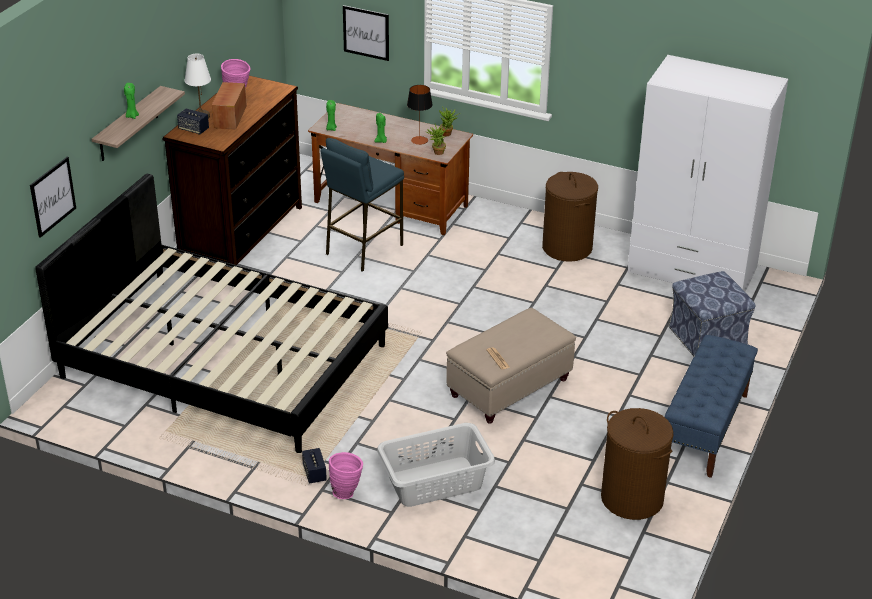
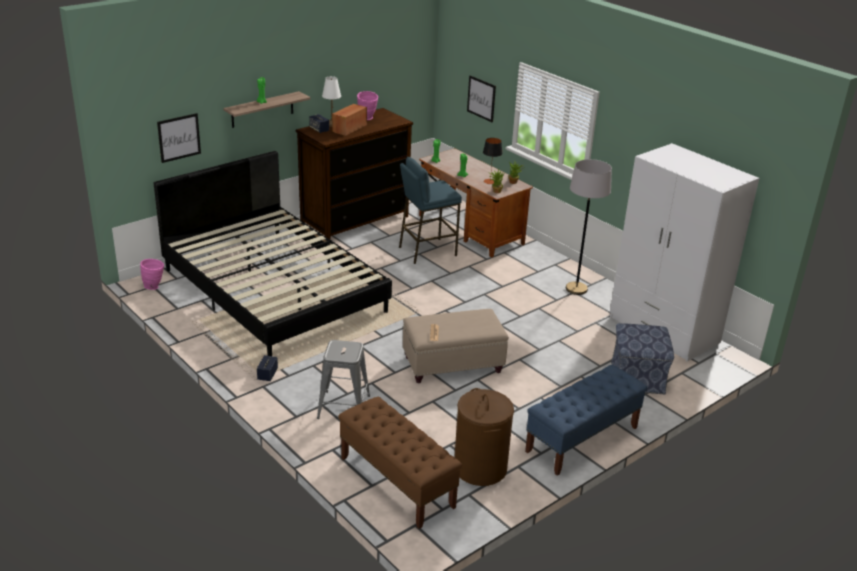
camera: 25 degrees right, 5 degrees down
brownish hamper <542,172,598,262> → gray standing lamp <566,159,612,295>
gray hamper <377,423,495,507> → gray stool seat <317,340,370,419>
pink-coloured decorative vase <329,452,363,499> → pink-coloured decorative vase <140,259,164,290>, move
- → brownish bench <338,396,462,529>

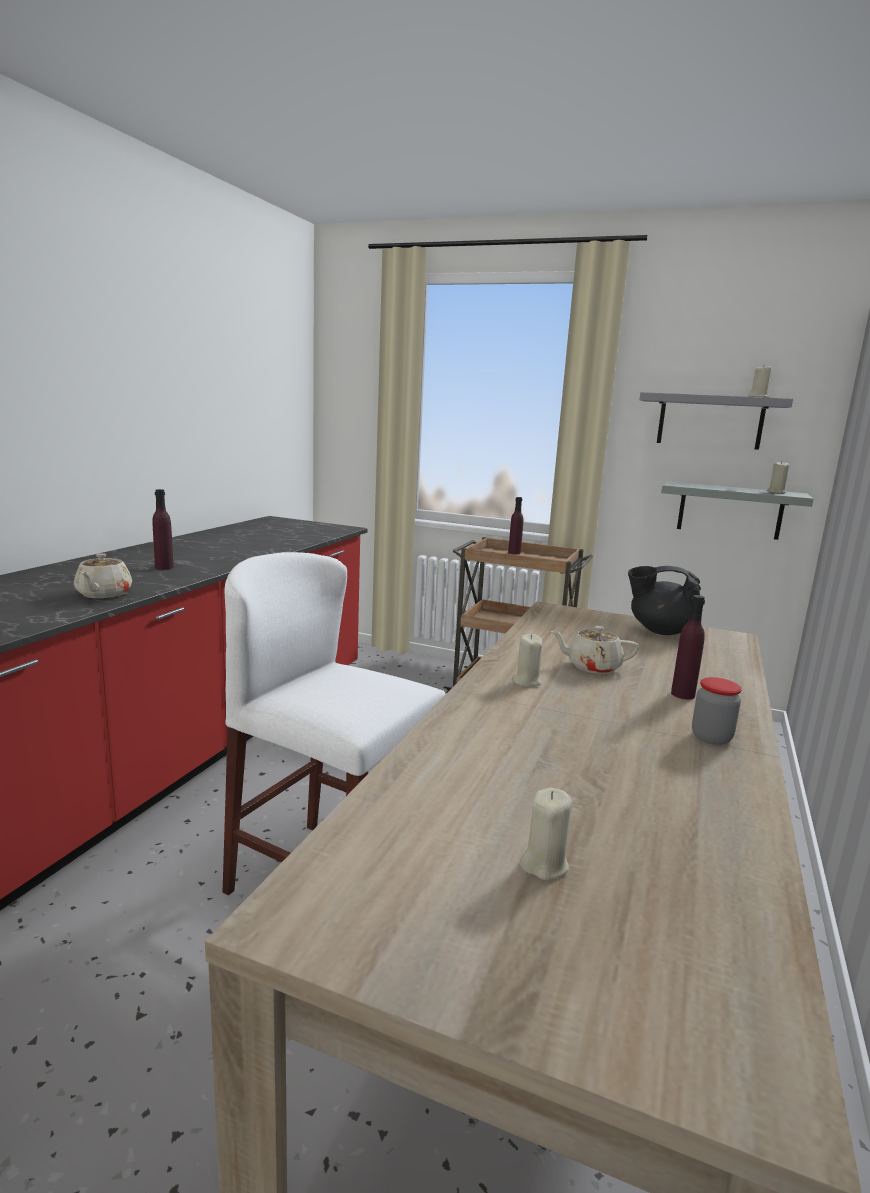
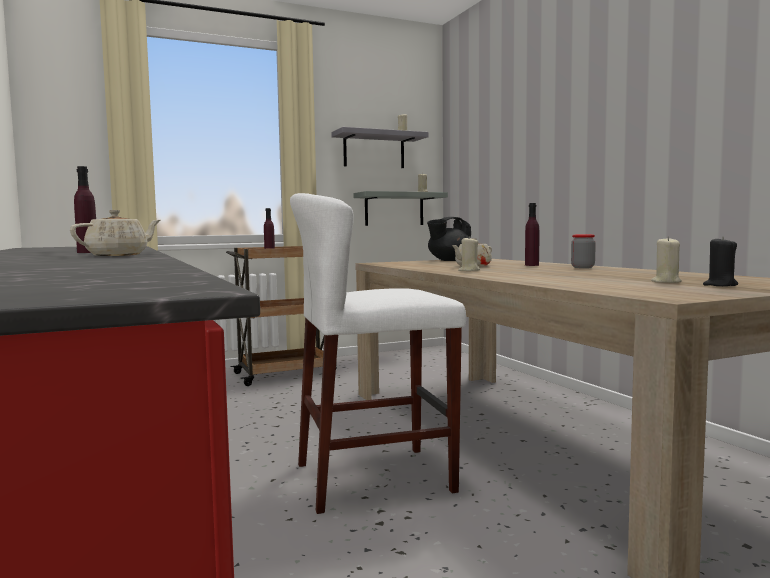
camera: 45 degrees left, 10 degrees down
beige pot for tea <74,553,132,598> → beige pot for tea <70,210,160,256>, 90 degrees counterclockwise
- → black wax candle <703,236,738,286>

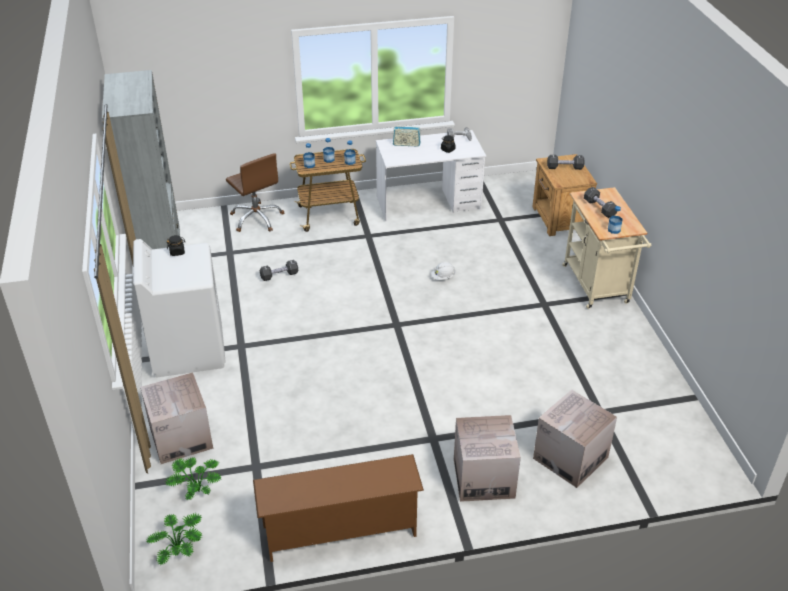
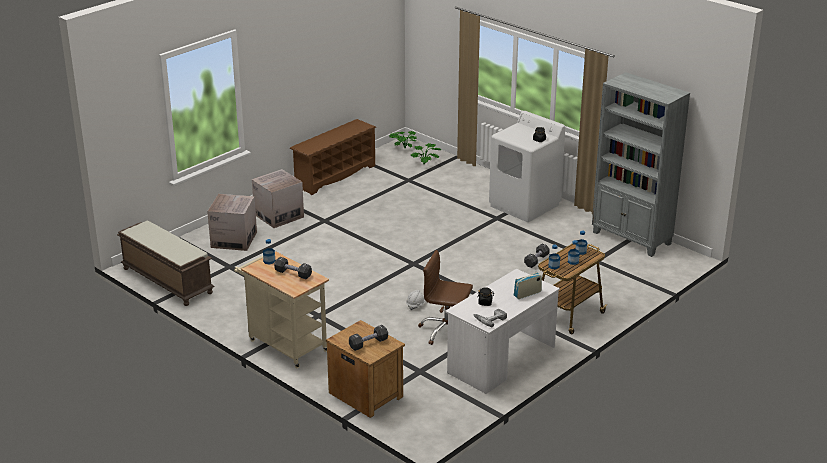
camera: 145 degrees right, 10 degrees down
brownish desk chair <226,153,285,232> → brownish desk chair <418,250,473,345>, move
packing box <140,372,213,464> → -
- → brownish bench <117,221,215,306>

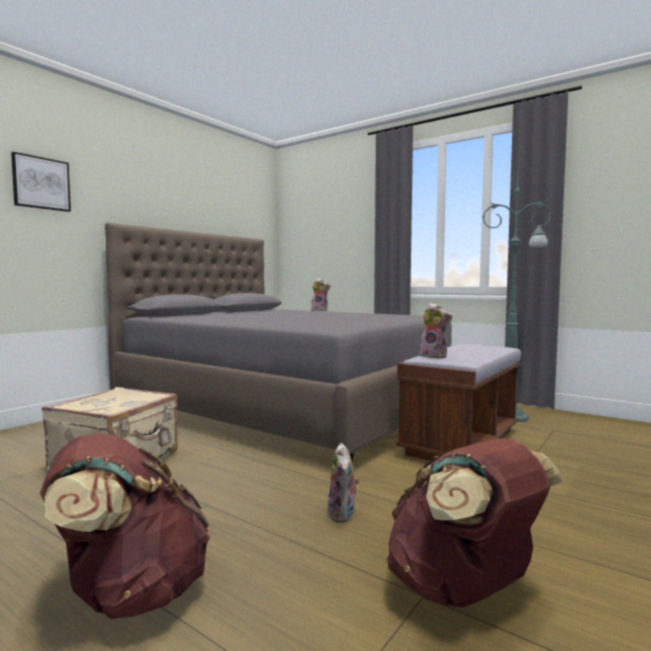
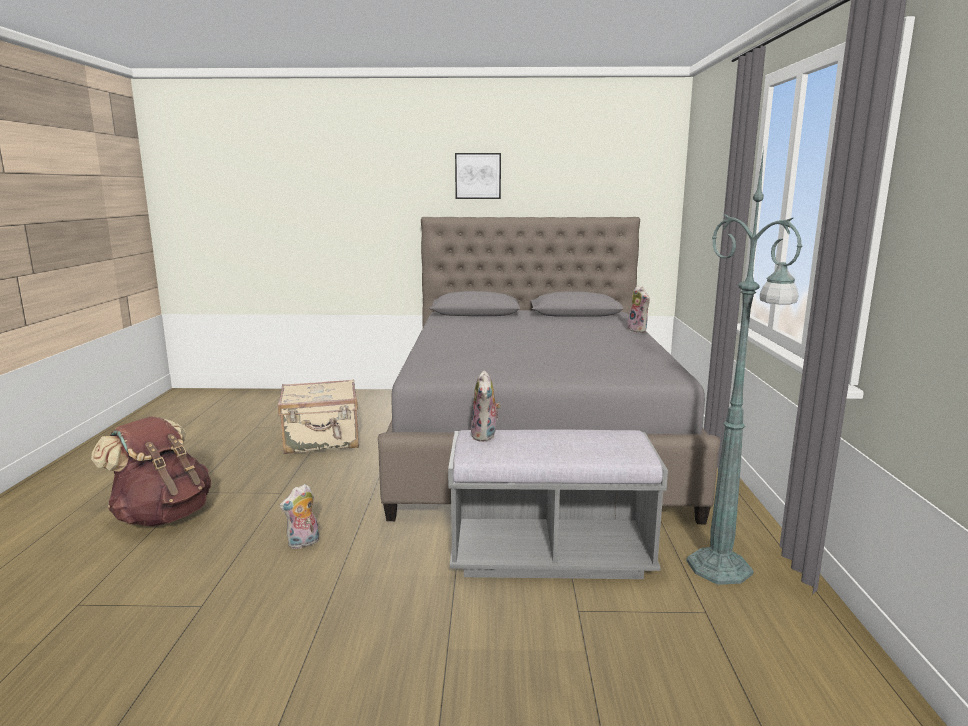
camera: 55 degrees right, 10 degrees up
picture <11,152,71,212> → picture <455,153,501,199>, move
brownish bench <396,344,521,461> → gray bench <448,430,668,579>
brownish backpack <387,439,564,607> → -

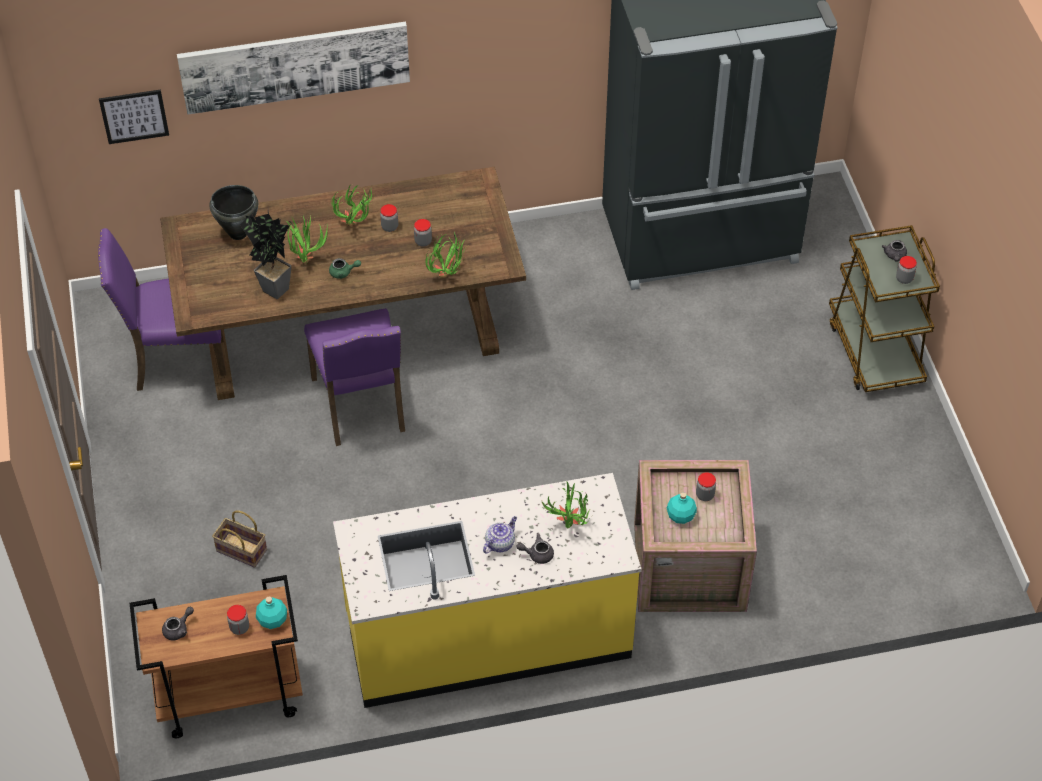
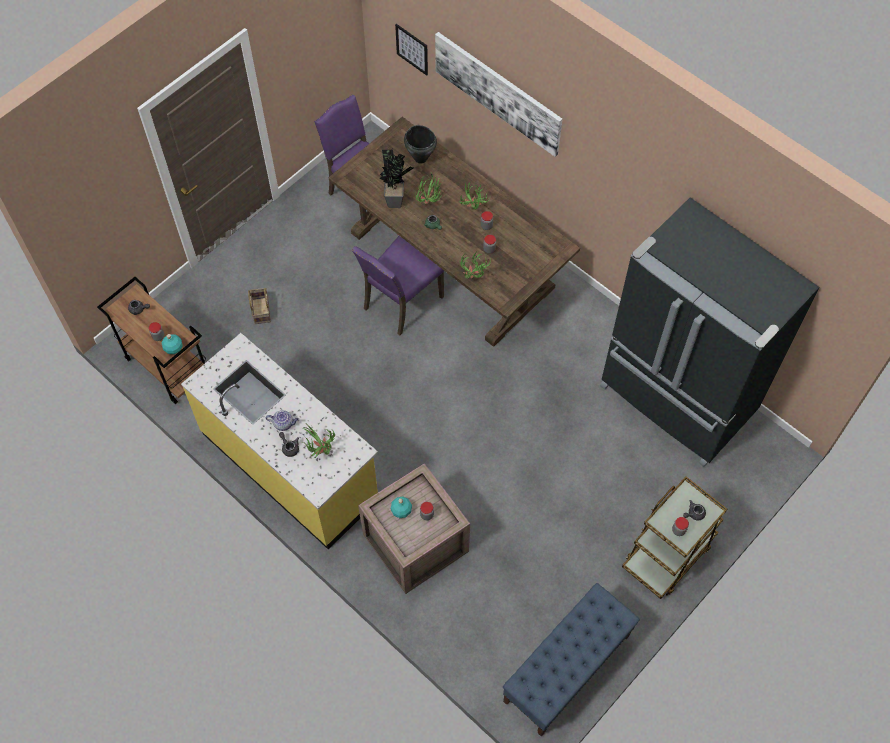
camera: 55 degrees right, 10 degrees up
- → blue bench <503,583,640,737>

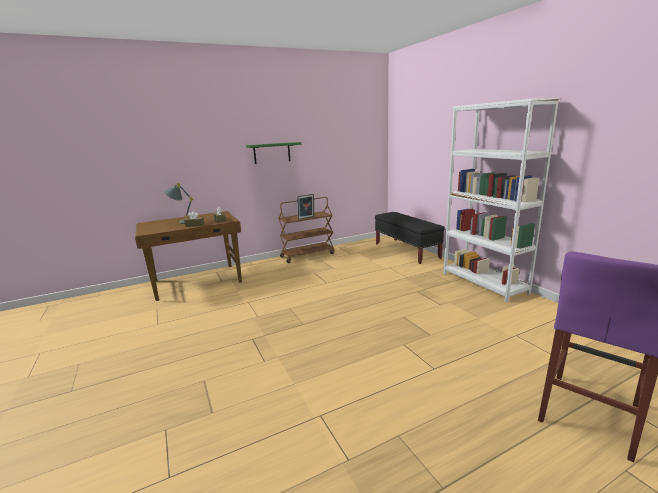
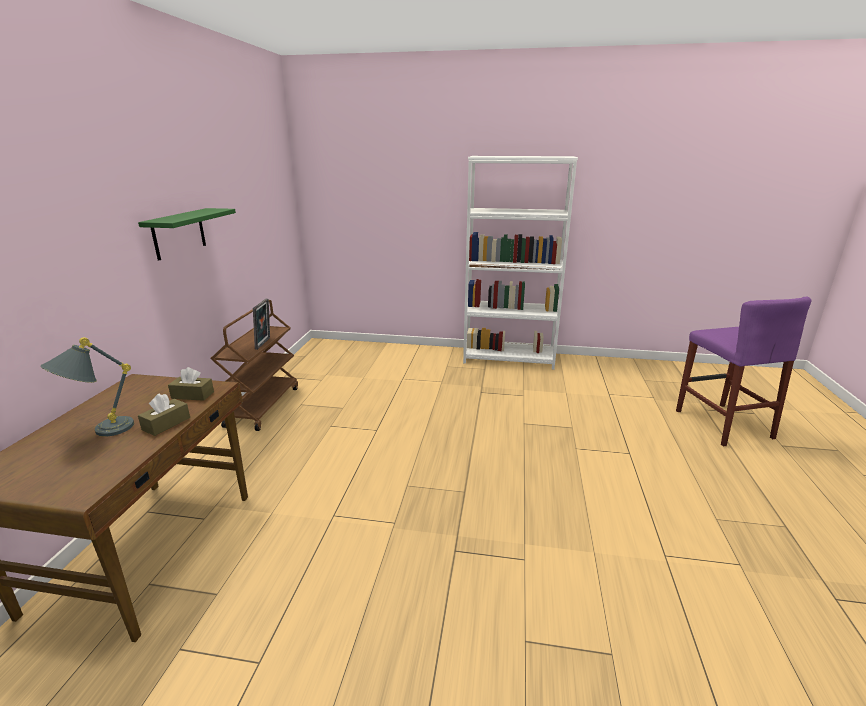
camera: 55 degrees left, 5 degrees up
black bench <375,212,445,264> → -

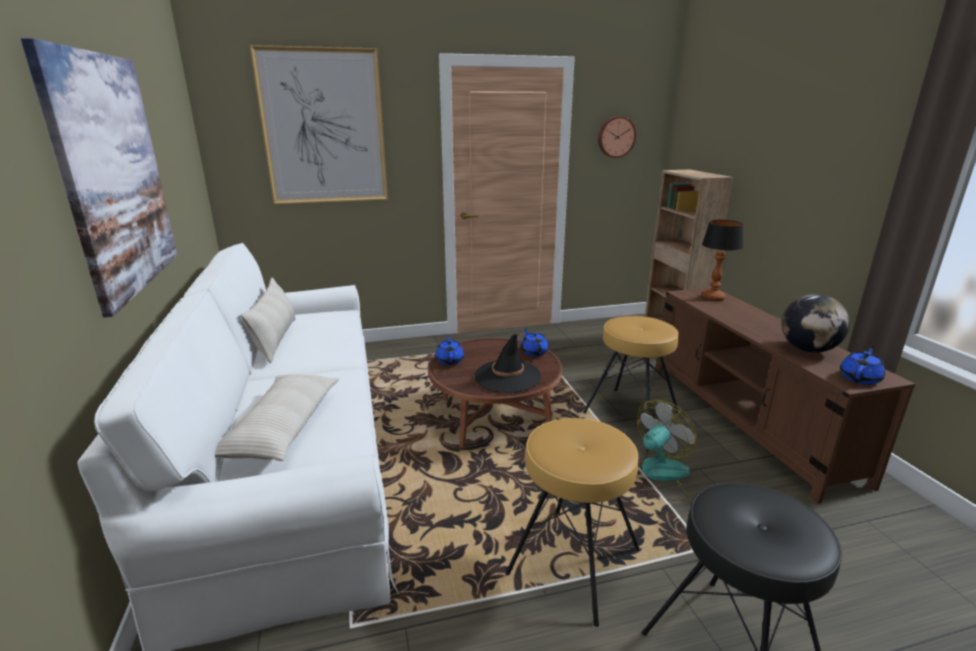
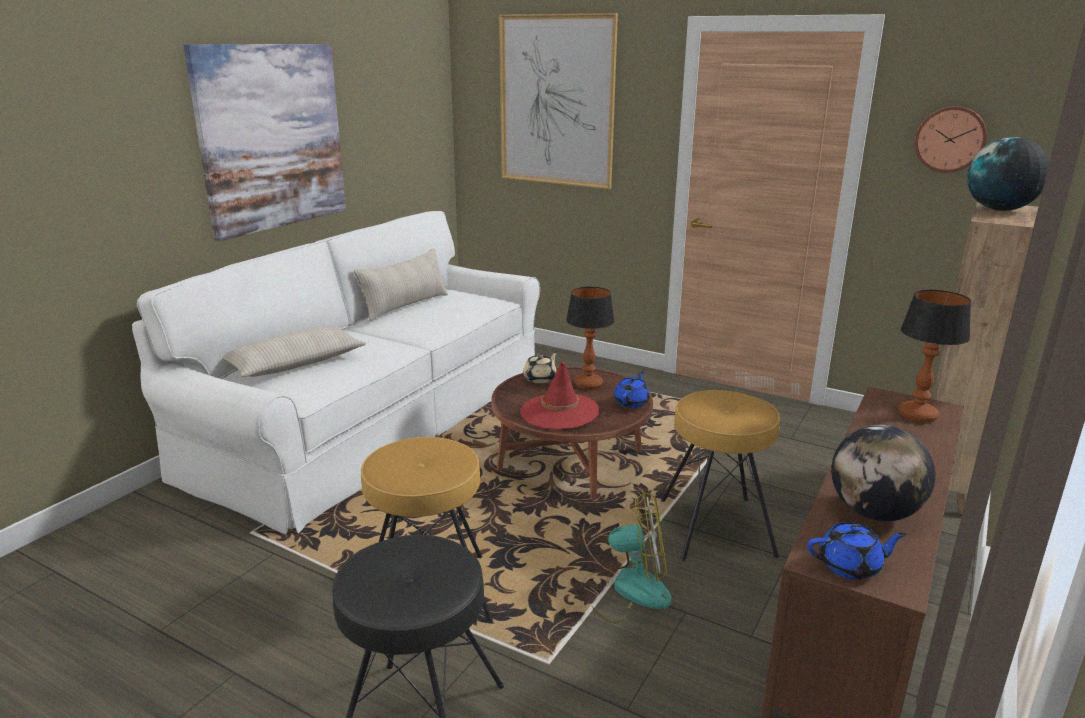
camera: 45 degrees right, 0 degrees up
black hat <475,334,541,393> → red hat <520,362,599,429>
blue pot for tea <435,335,464,365> → beige pot for tea <523,352,557,383>
- → desk globe <967,137,1049,211>
- → lamp for a table <566,287,614,389>

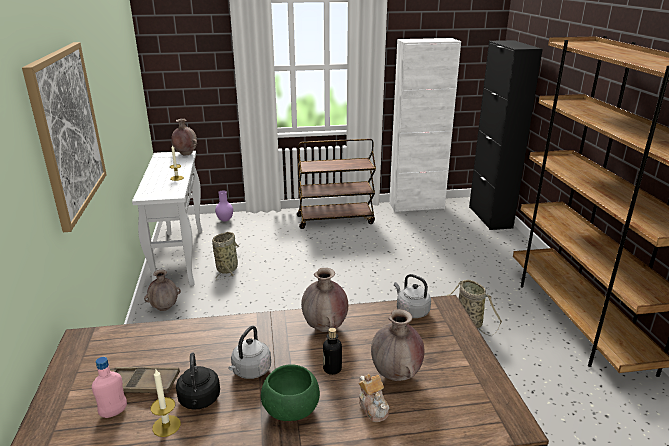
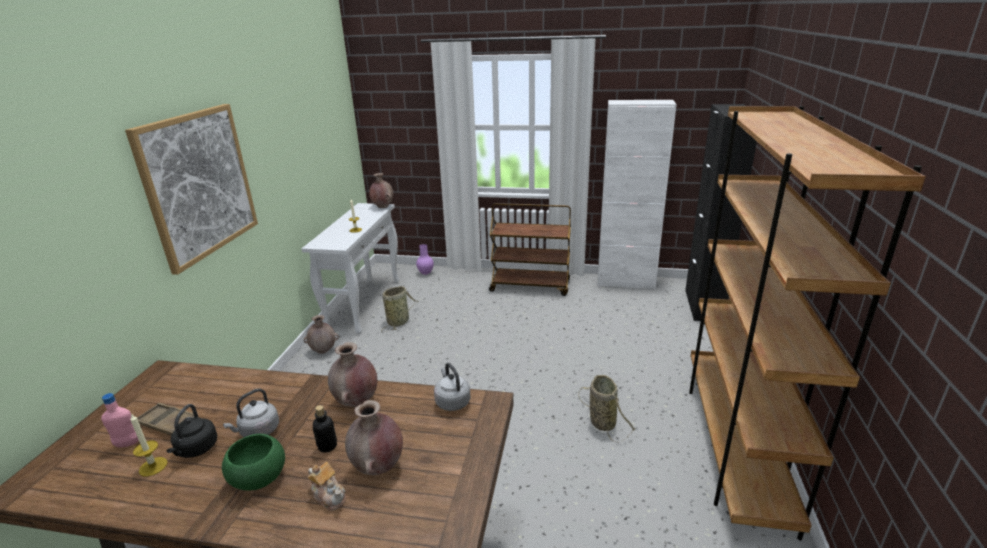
camera: 20 degrees right, 0 degrees up
pot for tea <358,374,389,422> → pot for tea <307,462,346,511>, 45 degrees counterclockwise

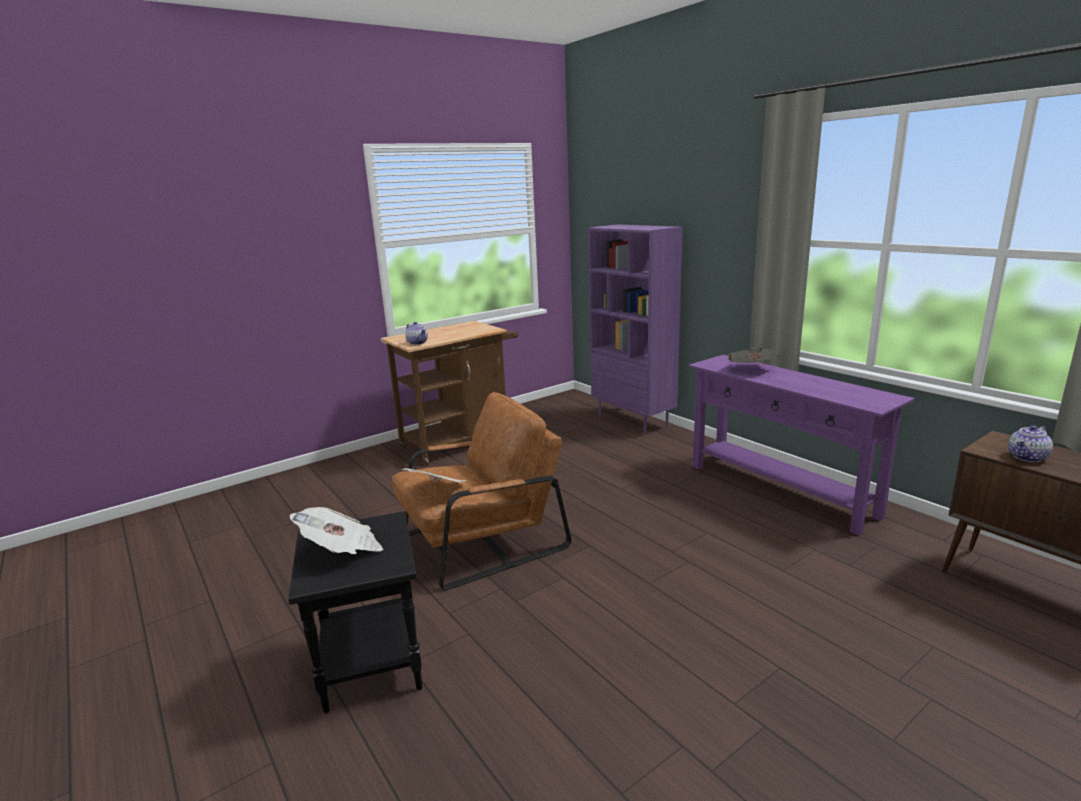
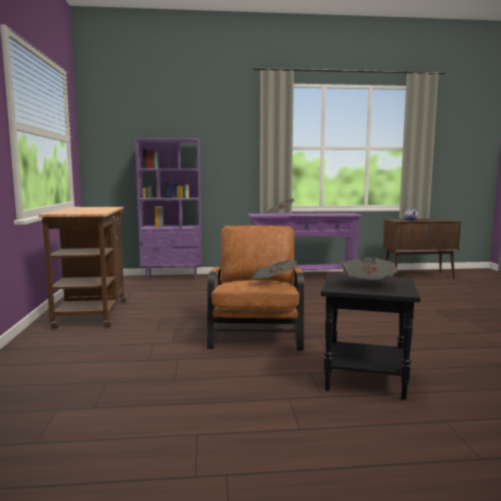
camera: 60 degrees left, 10 degrees down
pot for tea <405,322,428,345> → -

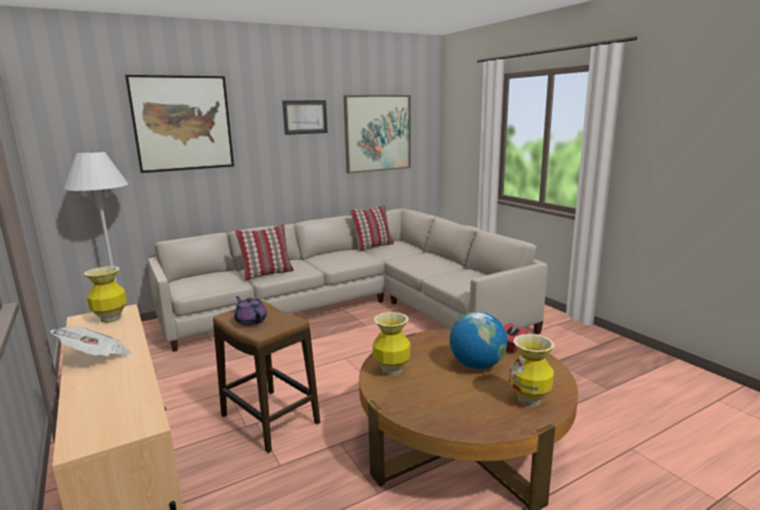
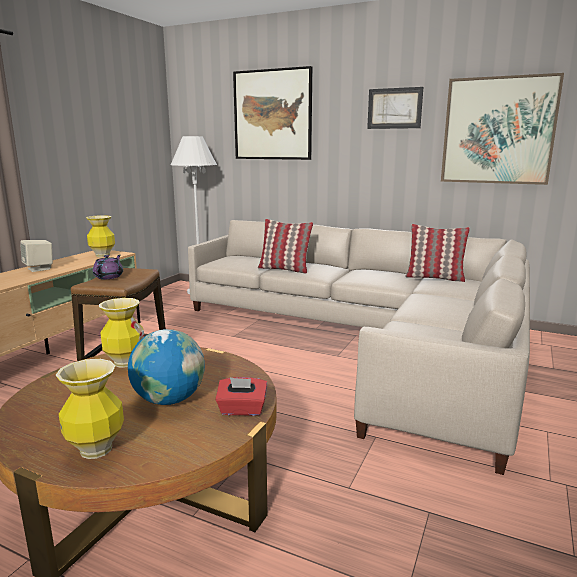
camera: 55 degrees right, 0 degrees up
daily paper <51,326,132,356> → beige loudspeaker <20,240,53,272>

